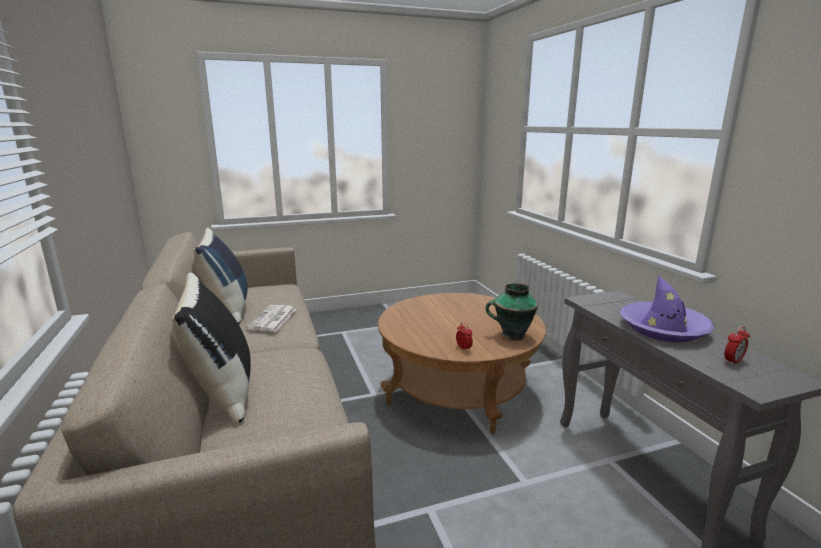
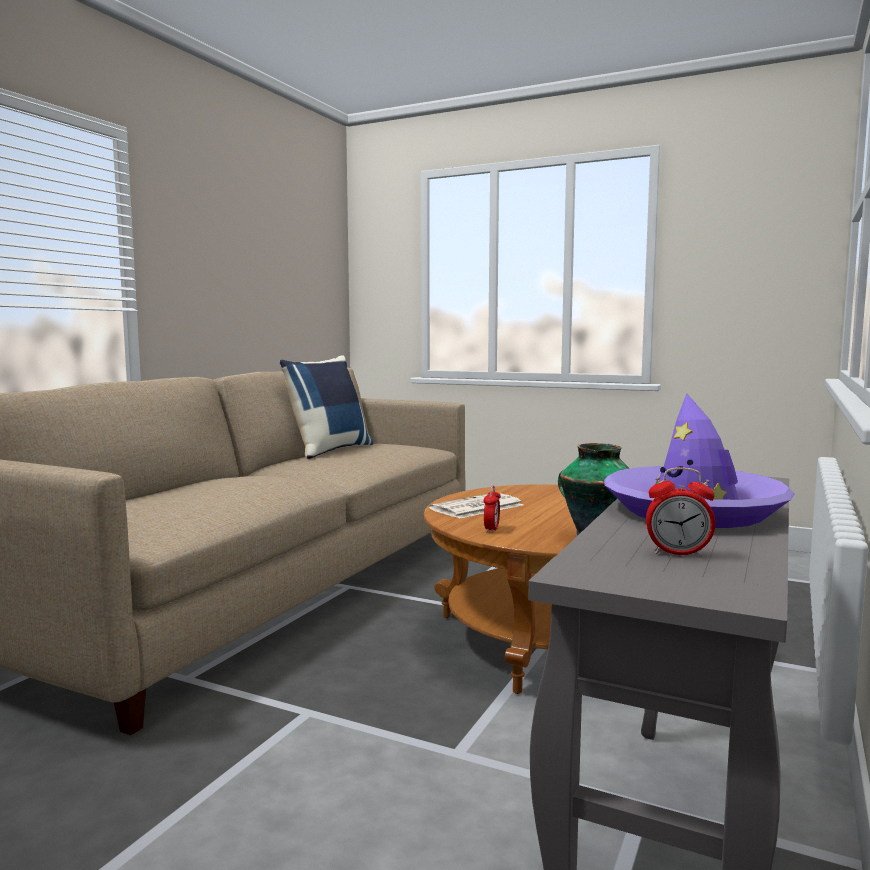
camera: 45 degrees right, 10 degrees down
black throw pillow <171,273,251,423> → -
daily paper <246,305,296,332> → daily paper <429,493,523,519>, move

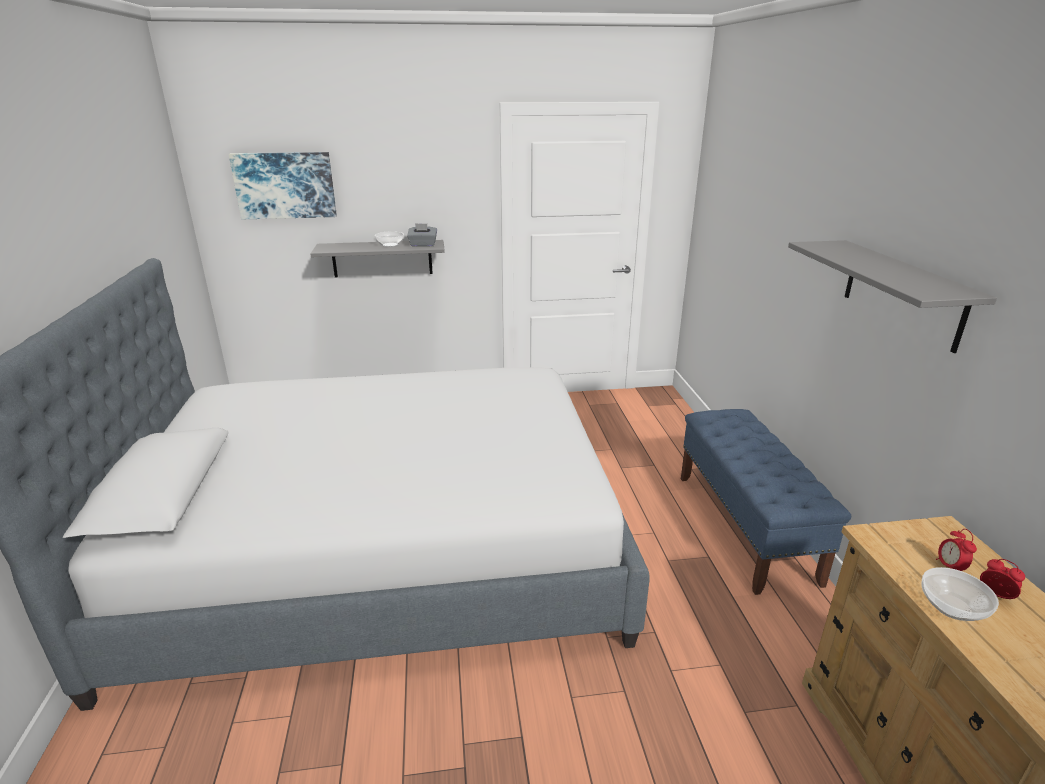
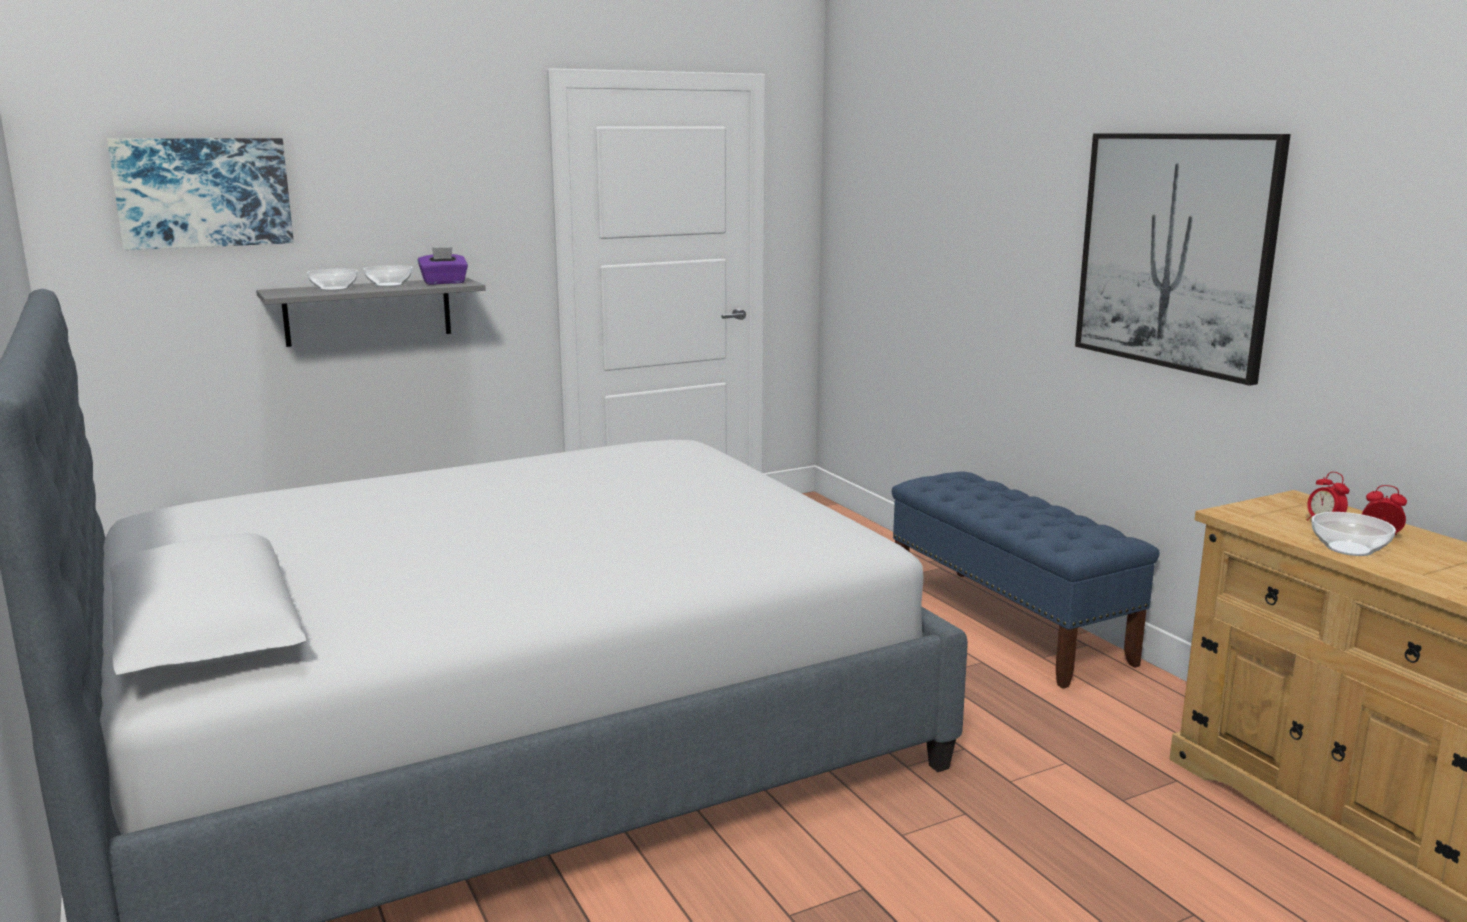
camera: 20 degrees left, 10 degrees down
gray box of tissues <407,223,437,247> → purple-coloured box of tissues <418,247,468,285>
gray bracket shelf <788,240,997,353> → picture <1075,133,1291,386>
- → serving bowl <307,269,358,291>

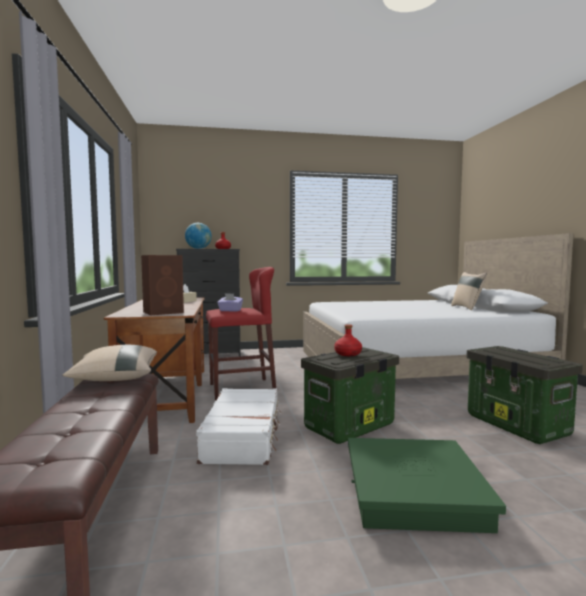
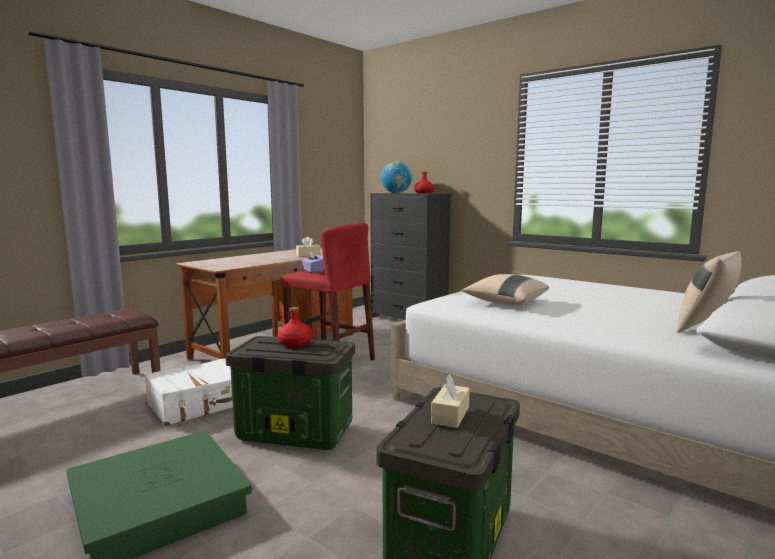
camera: 50 degrees right, 5 degrees up
brownish loudspeaker <141,255,184,315> → -
beige throw pillow <62,345,157,381> → beige throw pillow <461,274,549,306>, move
- → beige box of tissues <431,374,470,428>

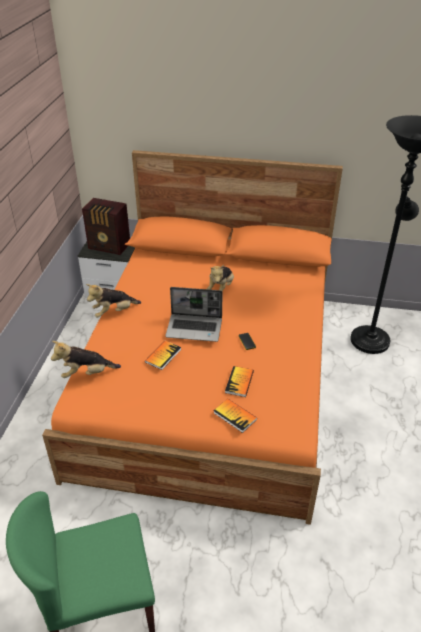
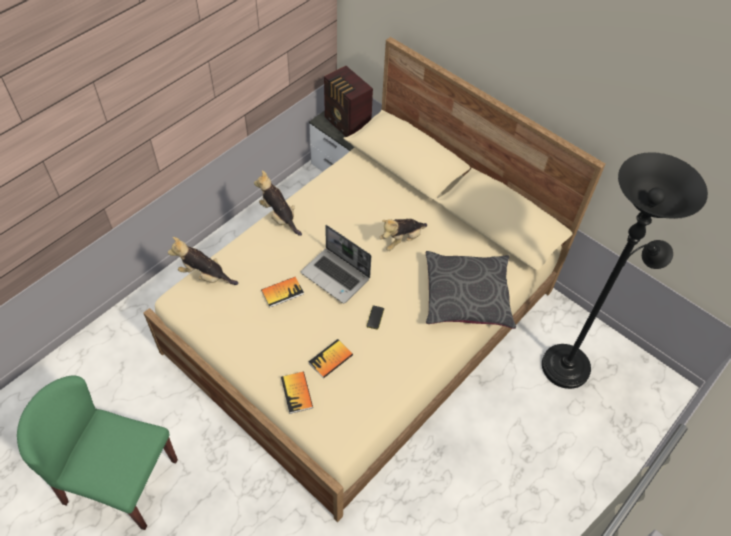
camera: 30 degrees right, 15 degrees up
orange-coloured sleeping bed <42,150,343,525> → beige sleeping bed <144,37,605,522>
cuddly toy <86,284,141,318> → cuddly toy <254,170,302,236>, 45 degrees clockwise
- → gray throw pillow <426,251,516,329>

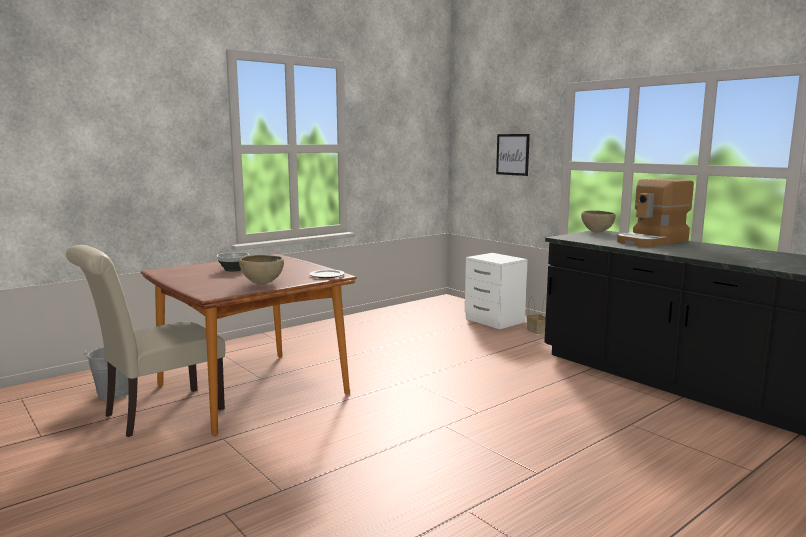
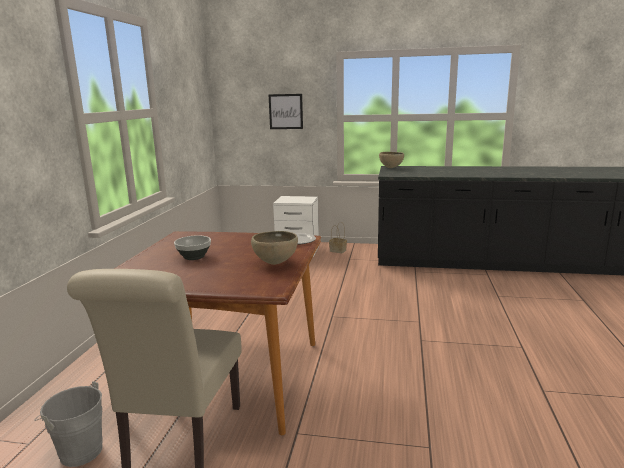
camera: 40 degrees left, 5 degrees up
coffee machine <617,179,694,247> → -

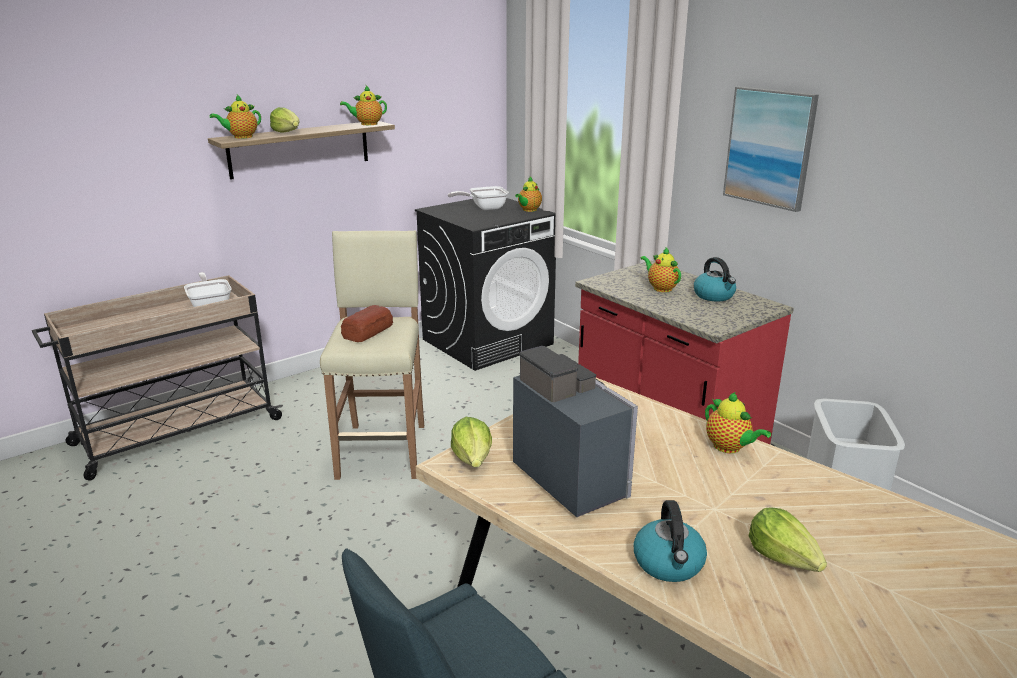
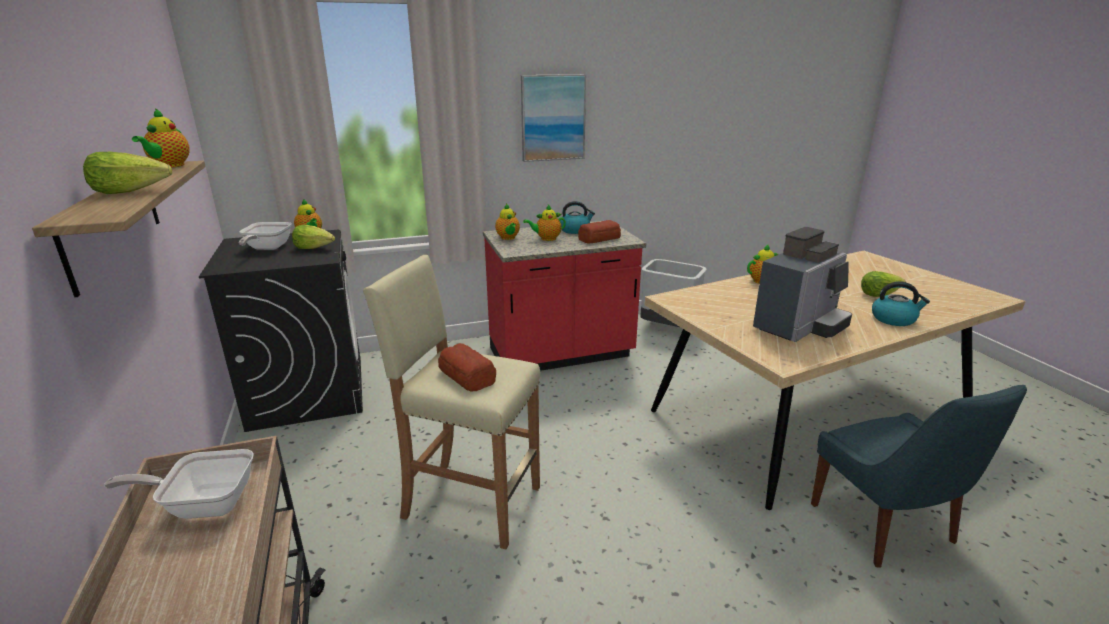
camera: 70 degrees left, 0 degrees up
pot for tea <210,95,261,139> → pot for tea <495,204,520,240>, move
coffee machine <513,346,638,517> → coffee machine <753,227,852,342>, 150 degrees clockwise
head of lettuce <451,417,492,467> → head of lettuce <292,225,335,249>, move
- → baked bread <578,220,621,244>

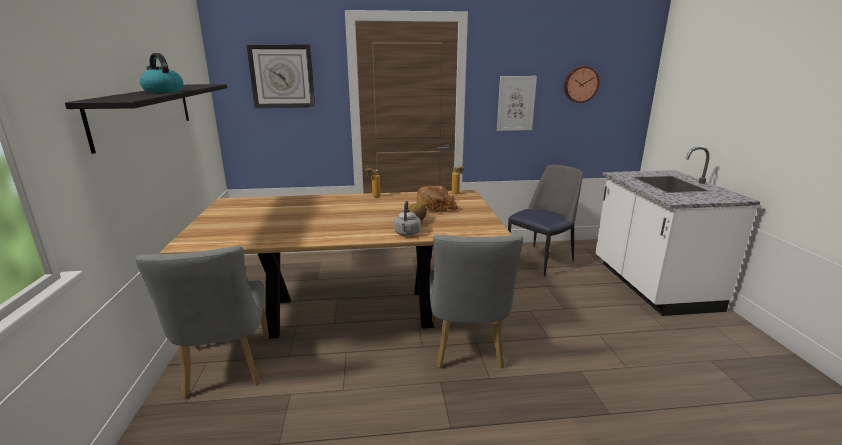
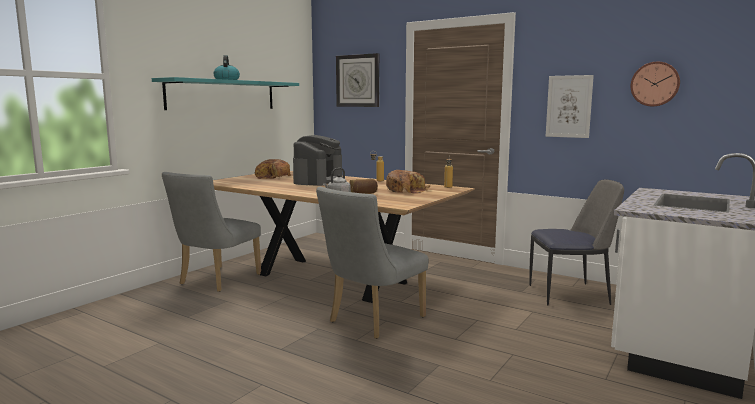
camera: 40 degrees right, 10 degrees down
black bracket shelf <65,84,227,154> → blue-green bracket shelf <152,77,299,110>
- → coffee machine <293,135,343,186>
- → baked bread <255,159,291,179>

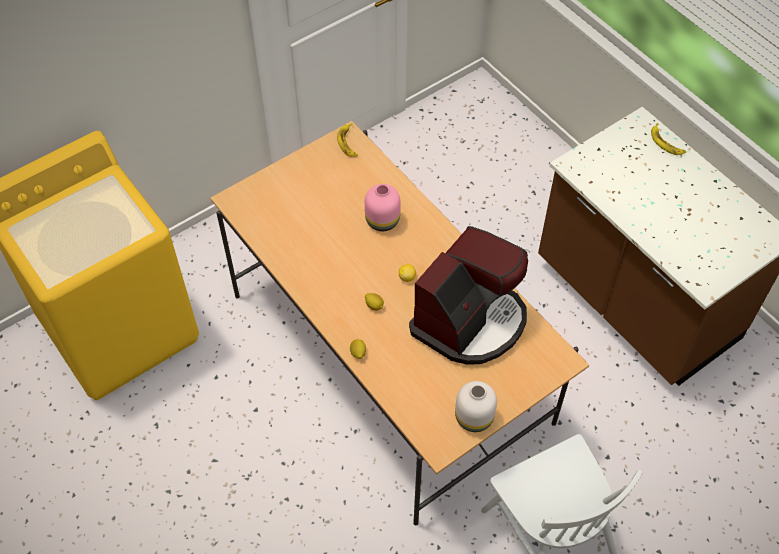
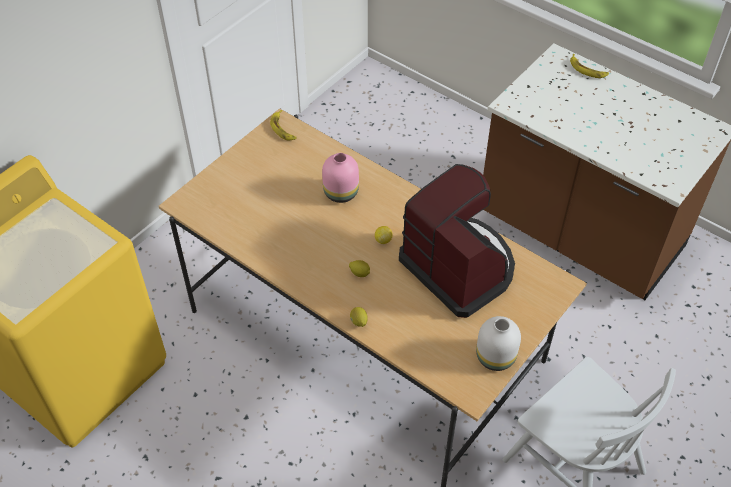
camera: 15 degrees left, 5 degrees down
coffee machine <409,226,528,365> → coffee machine <399,164,515,318>, 60 degrees counterclockwise

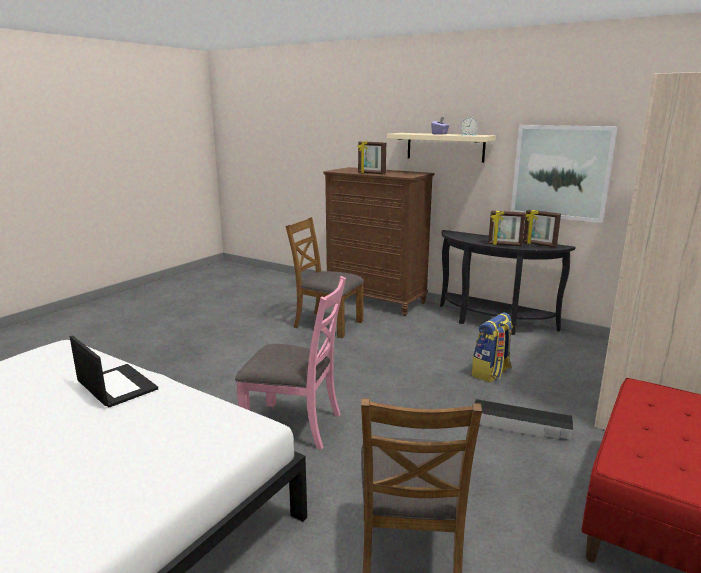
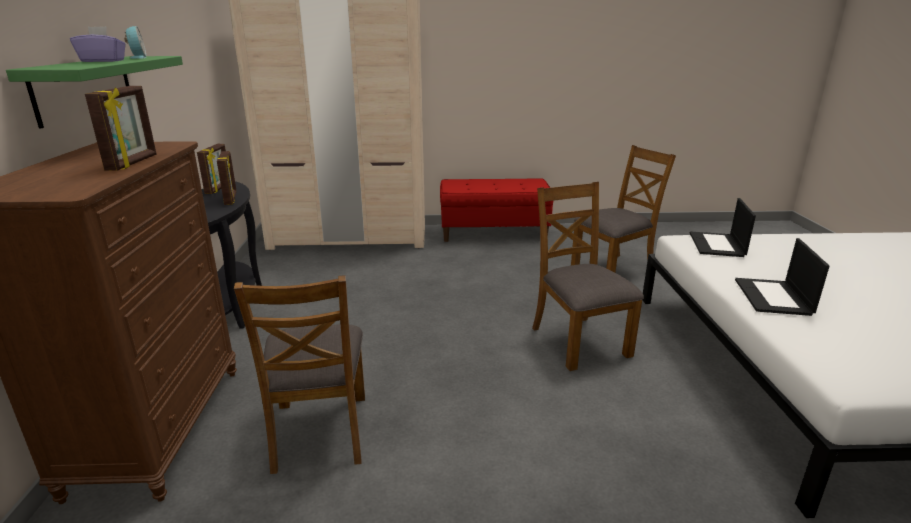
camera: 125 degrees left, 5 degrees up
picture <511,125,618,223> → -
beige bracket shelf <387,133,496,163> → green bracket shelf <6,56,183,129>
pink-coloured chair <235,276,346,450> → brownish chair <532,182,644,371>
backpack <471,312,513,382> → -
black storage bin <475,399,573,440> → -
- → laptop <690,198,756,257>

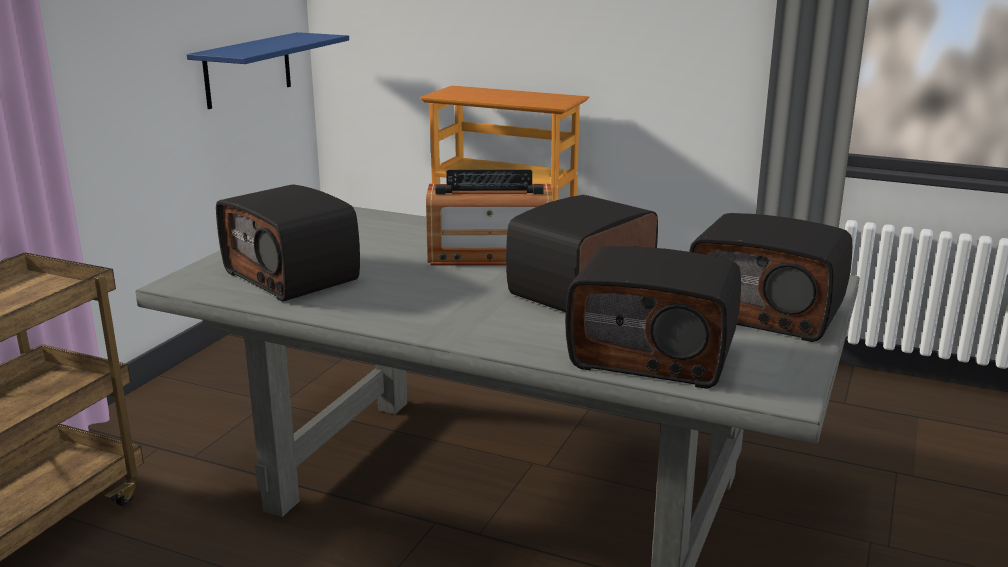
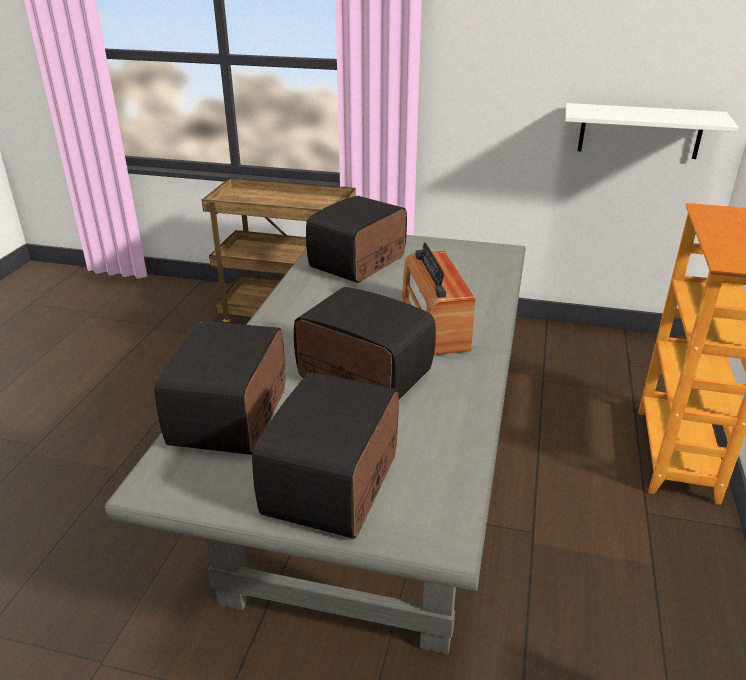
camera: 80 degrees right, 10 degrees up
blue bracket shelf <187,32,349,109> → whitish bracket shelf <565,103,738,159>

